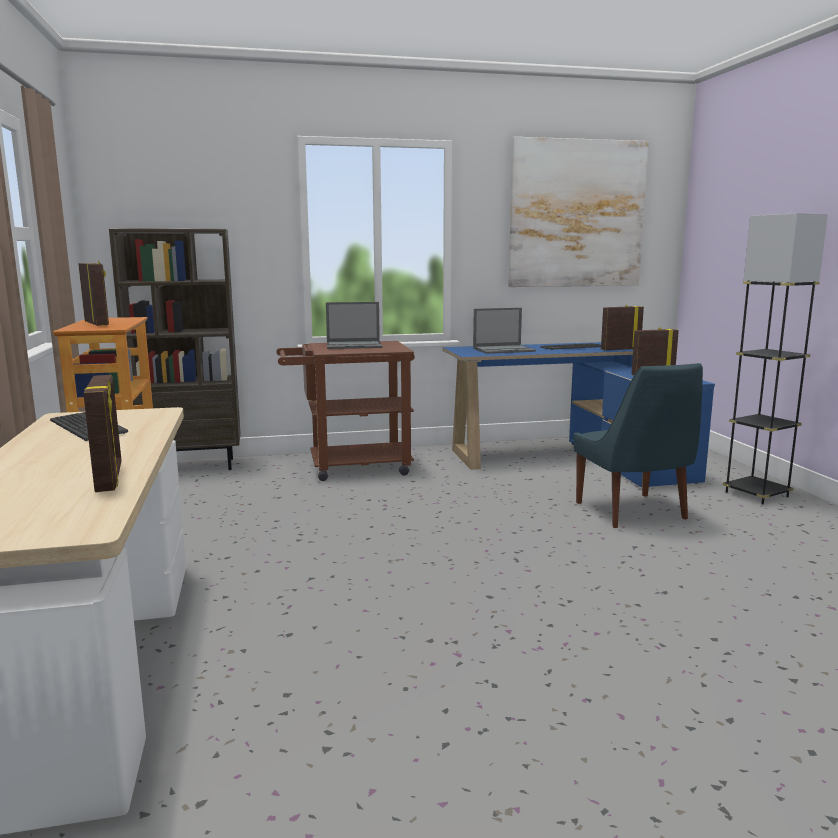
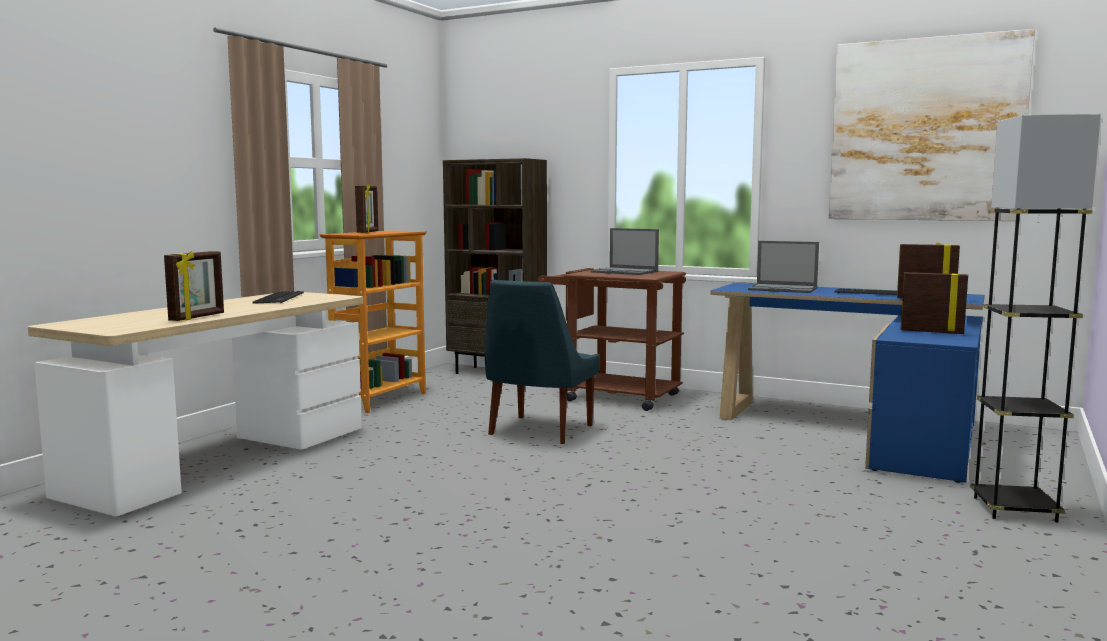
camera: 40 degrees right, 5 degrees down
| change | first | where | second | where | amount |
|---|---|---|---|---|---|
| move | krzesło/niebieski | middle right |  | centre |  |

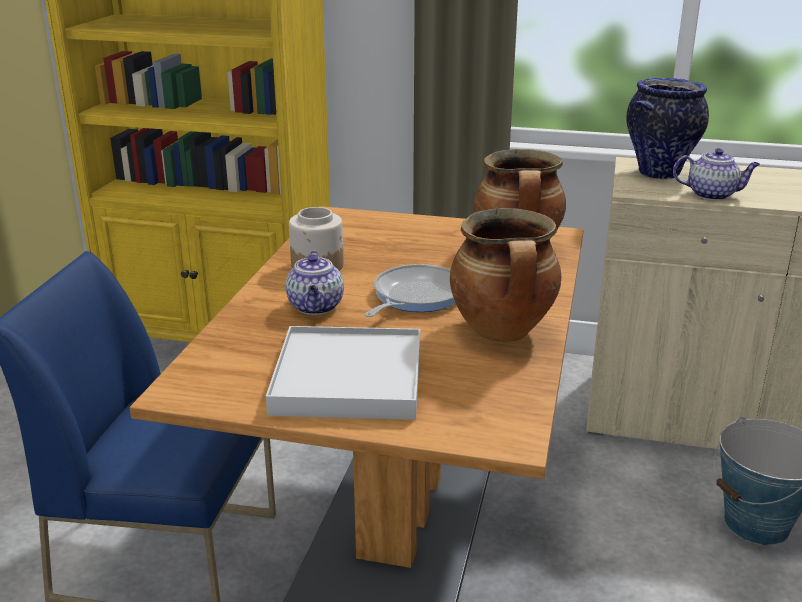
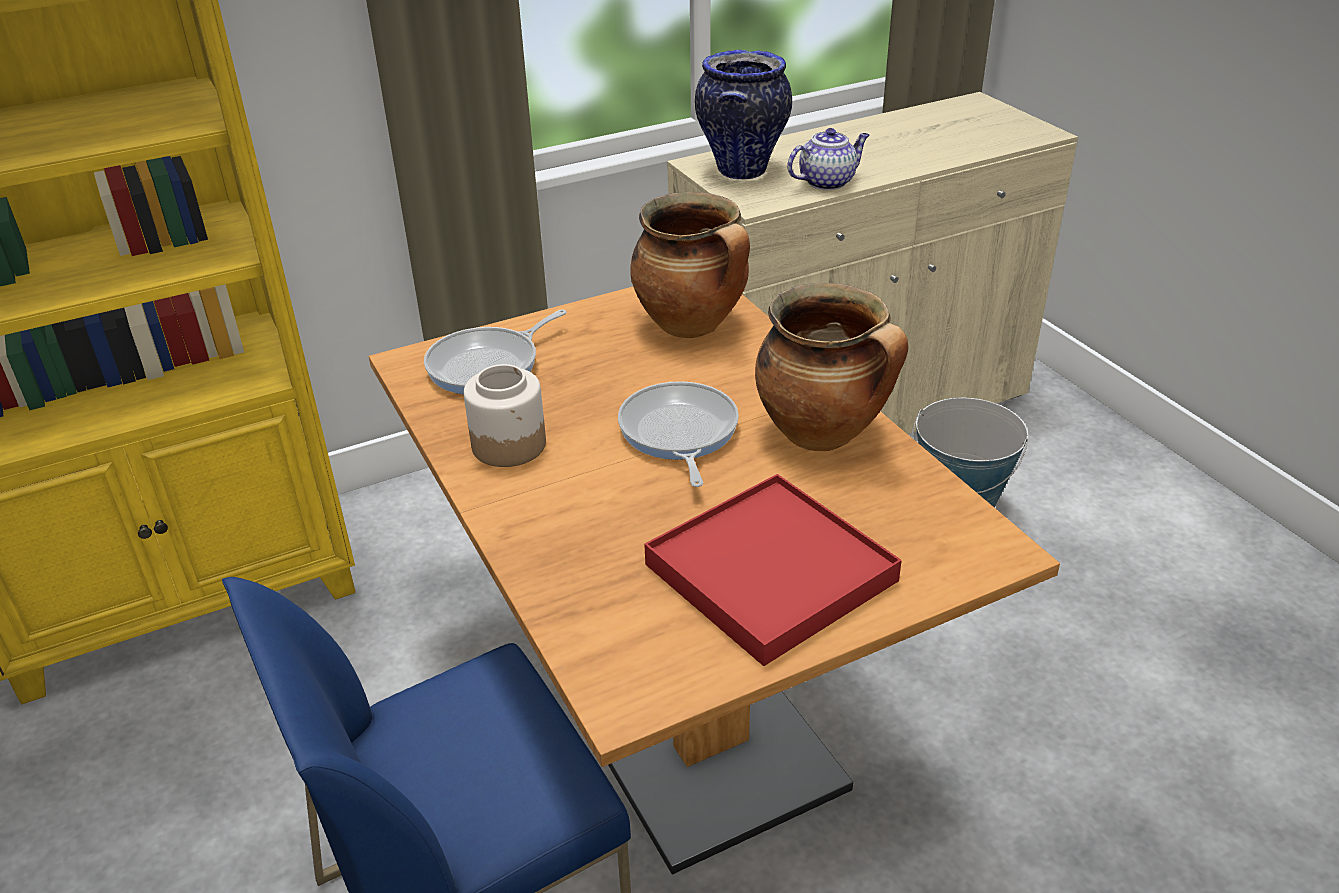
camera: 40 degrees left, 10 degrees up
| change | first | where | second | where | amount |
|---|---|---|---|---|---|
| delete | imbryk (1st from left) | centre |  |  |  |
| insert |  |  | patelnia (1st from left) | centre |  |
| recolor | taca/biały | centre | taca/czerwony | centre |  |

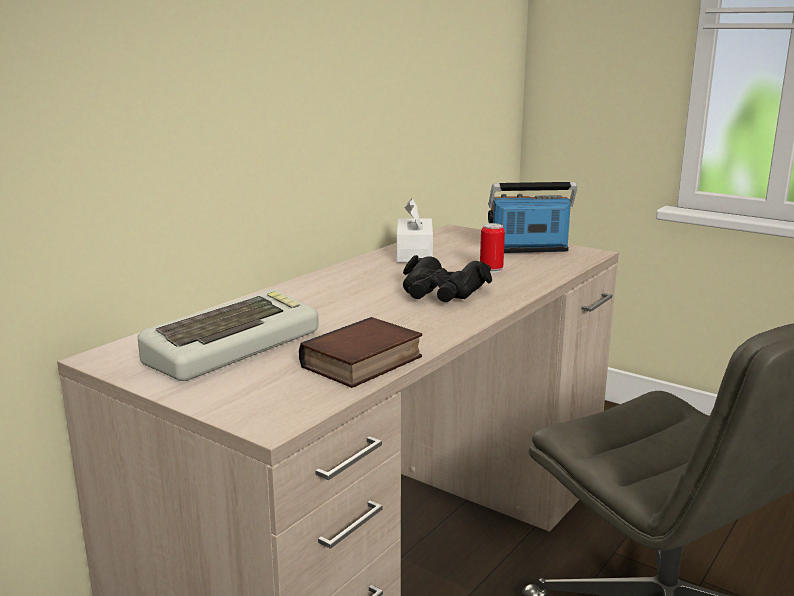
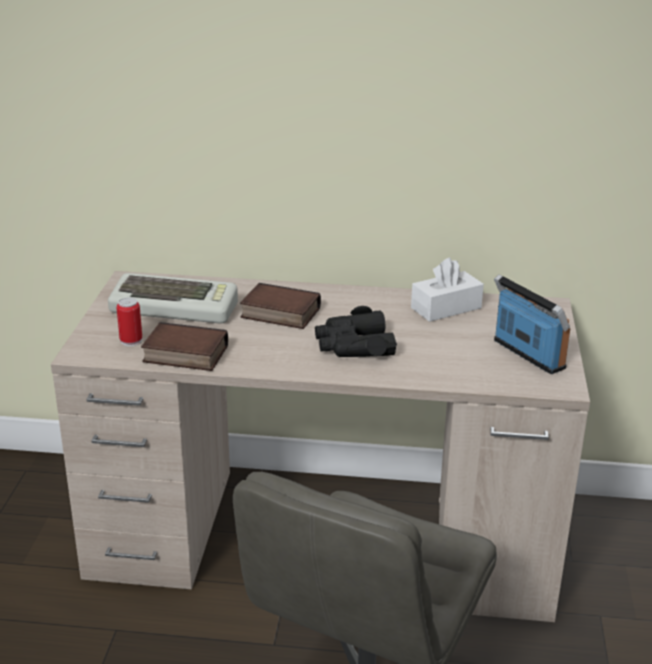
camera: 60 degrees right, 10 degrees up
| change | first | where | second | where | amount |
|---|---|---|---|---|---|
| insert |  |  | książka (2nd from left) | centre |  |
| move | puszka | centre |  | middle left |  |

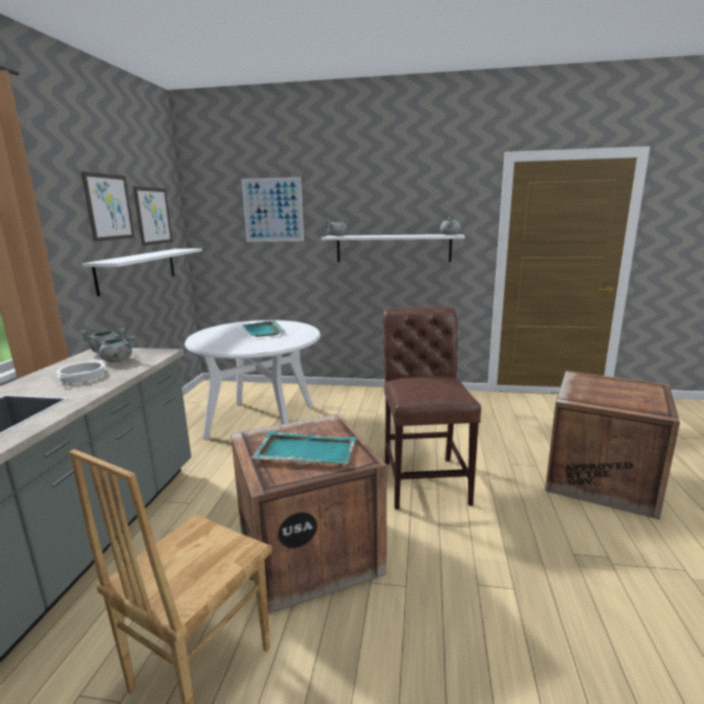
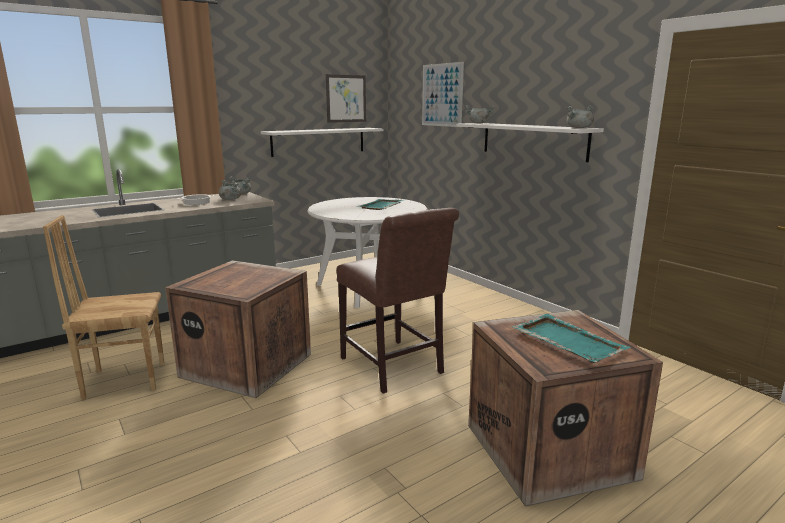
camera: 45 degrees right, 0 degrees up
| change | first | where | second | where | amount |
|---|---|---|---|---|---|
| delete | obraz (1st from left) | top left |  |  |  |
| move | taca/turkusowy (2nd from left) | centre |  | middle right |  |
| rotate | krzesło/brązowy (2nd from left) | centre |  | centre | 105 degrees clockwise |

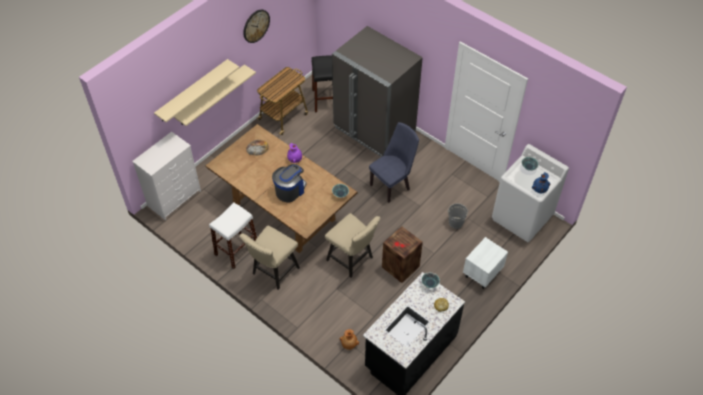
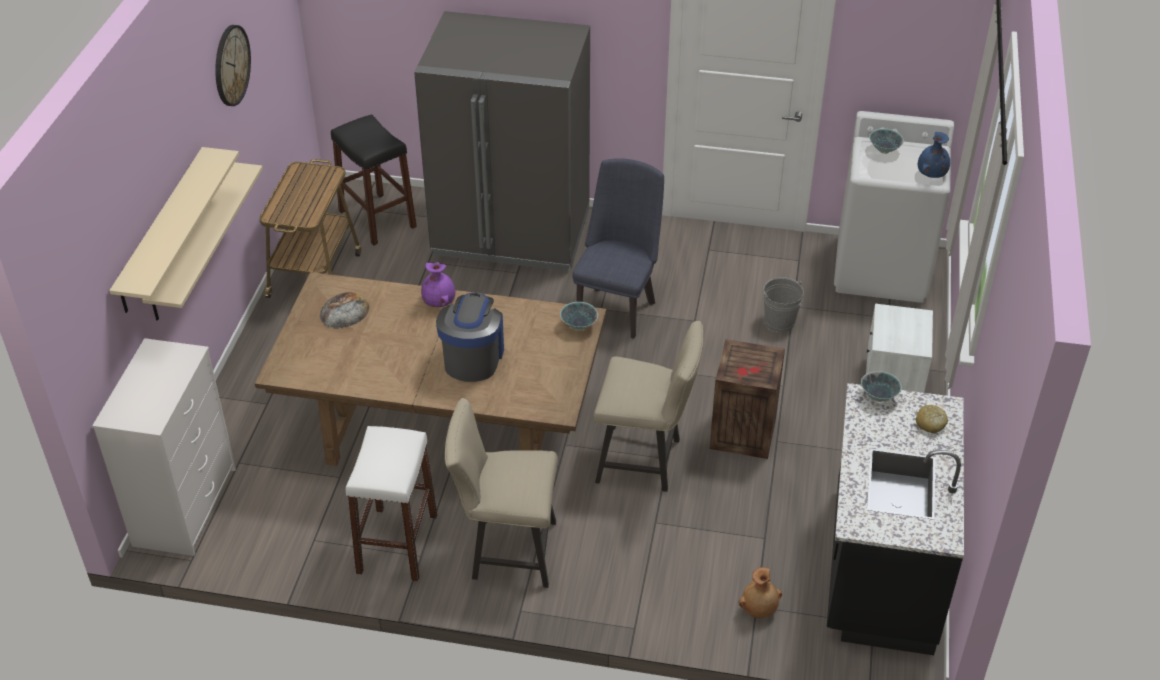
camera: 30 degrees left, 10 degrees down
| change | first | where | second | where | amount |
|---|---|---|---|---|---|
| rotate | krzesło/beżowy (1st from left) | centre |  | bottom centre | 90 degrees clockwise |

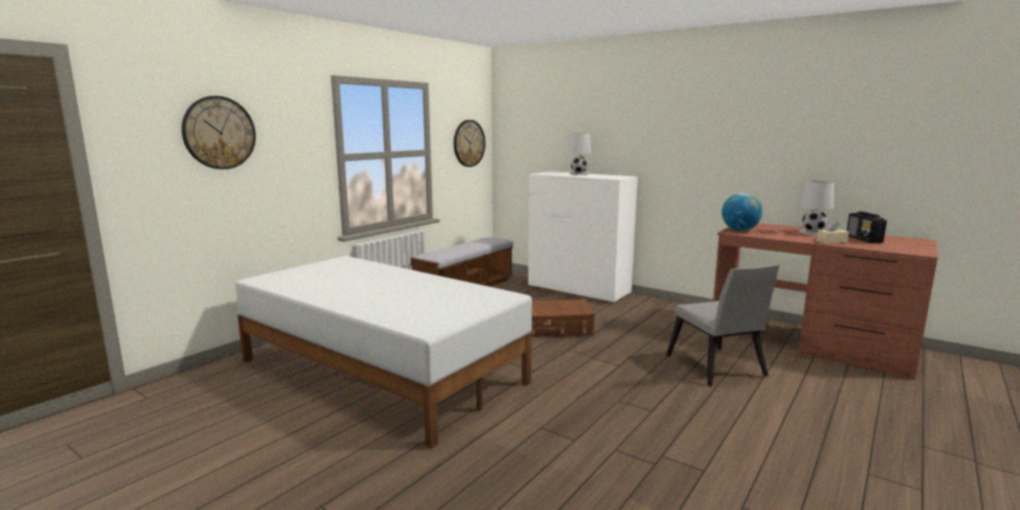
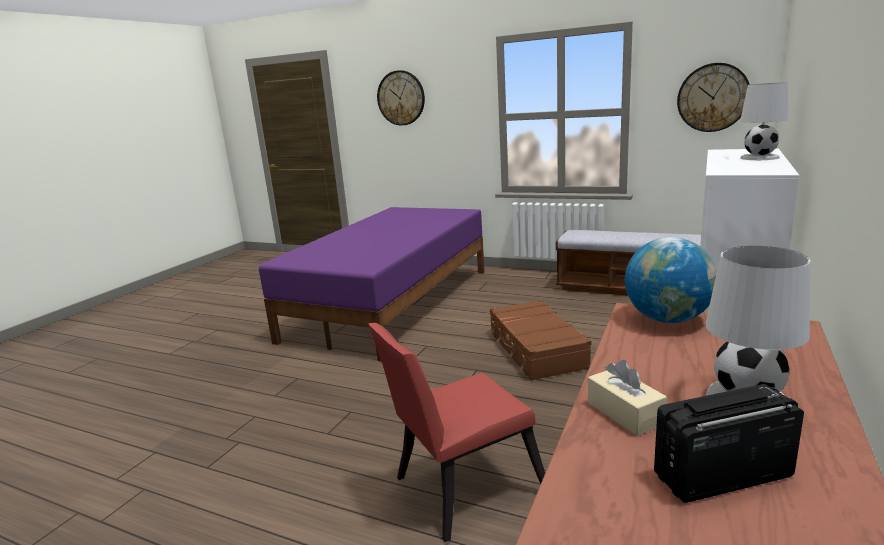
camera: 80 degrees right, 5 degrees up
| change | first | where | second | where | amount |
|---|---|---|---|---|---|
| recolor | łóżko/biały | bottom centre | łóżko/fioletowy | centre |  |
| recolor | krzesło/szary | middle right | krzesło/czerwony | bottom centre |  |

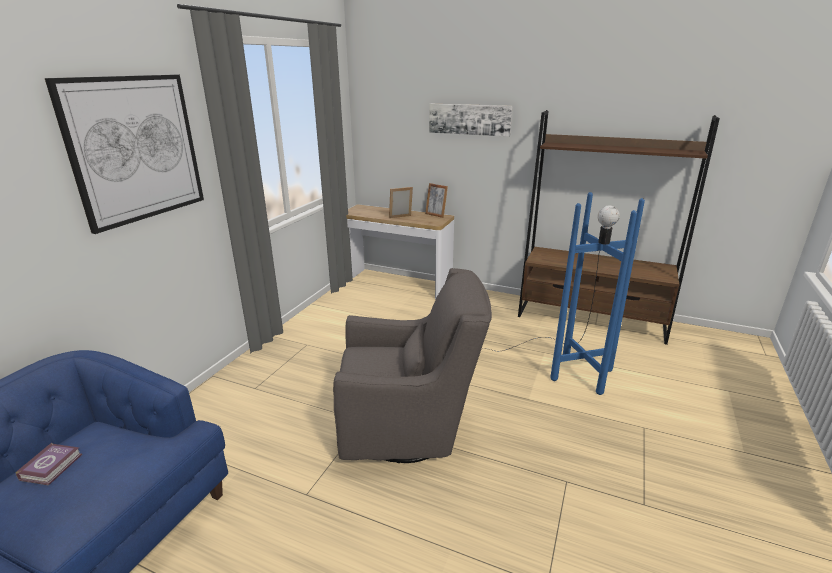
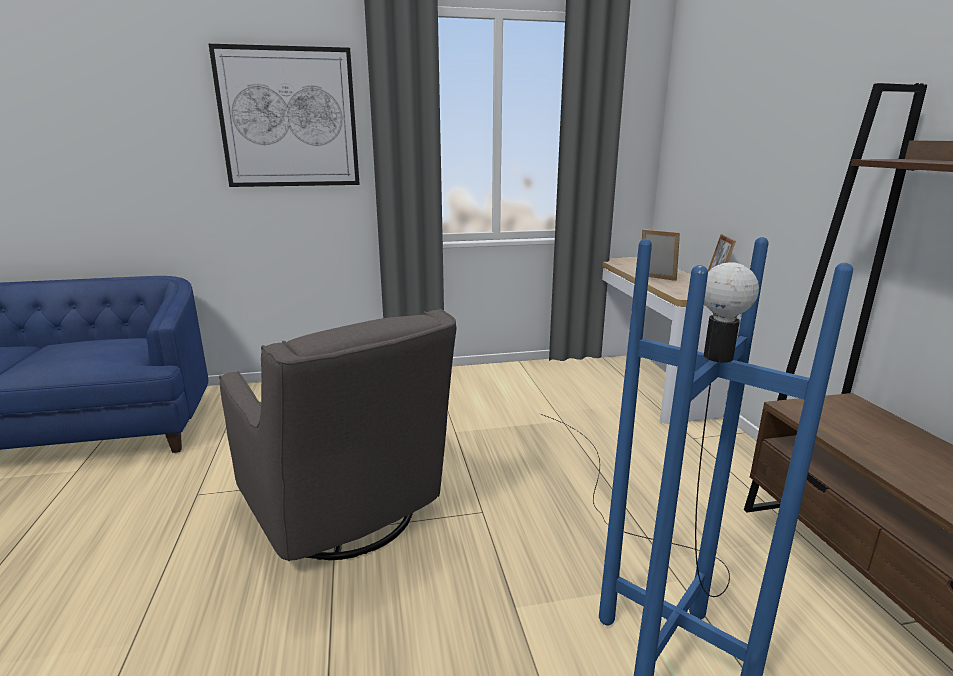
camera: 55 degrees right, 5 degrees down
| change | first | where | second | where | amount |
|---|---|---|---|---|---|
| delete | książka | bottom left |  |  |  |
| delete | obraz (2nd from left) | top centre |  |  |  |

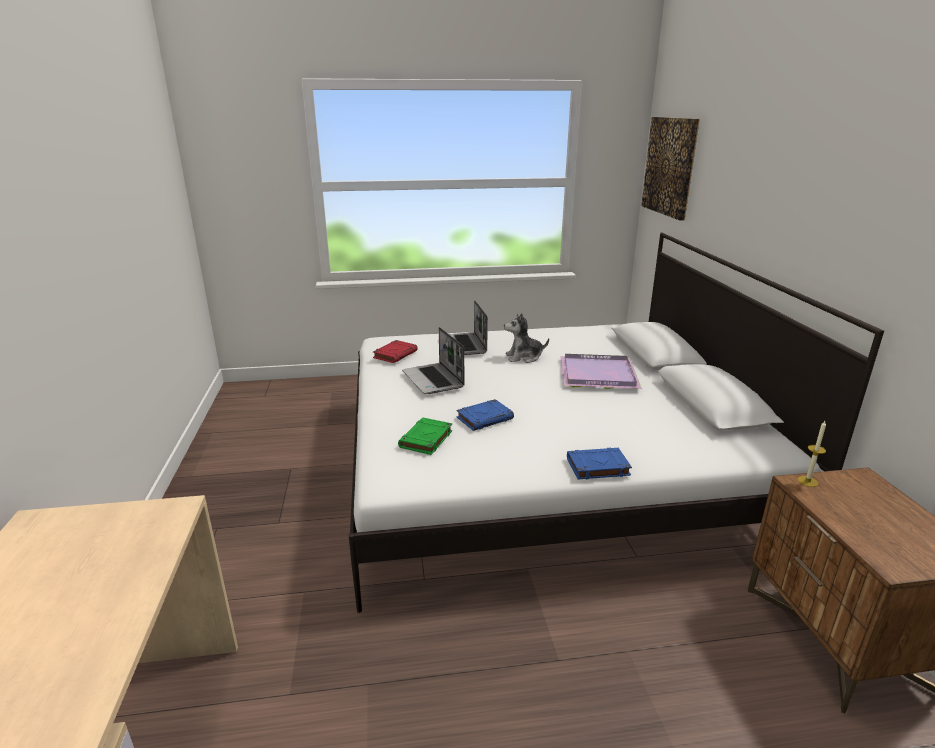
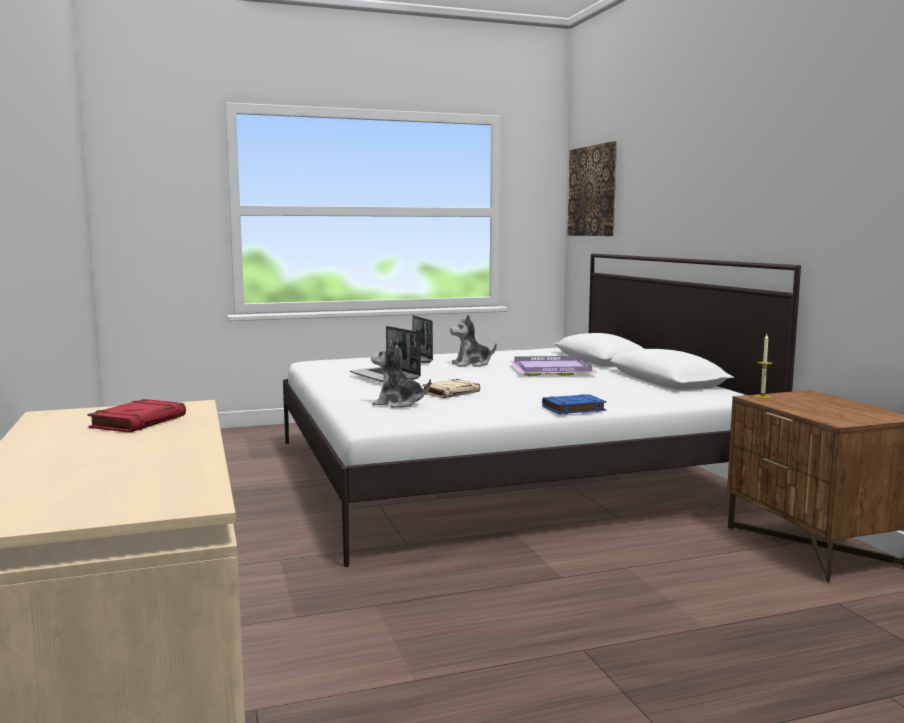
camera: 10 degrees left, 15 degrees down
| change | first | where | second | where | amount |
|---|---|---|---|---|---|
| move | książka/czerwony | centre |  | middle left |  |
| replace | książka/zielony | centre | pluszak (1st from left) | centre |  |
| recolor | książka/niebieski (1st from left) | centre | książka/beżowy | centre |  |

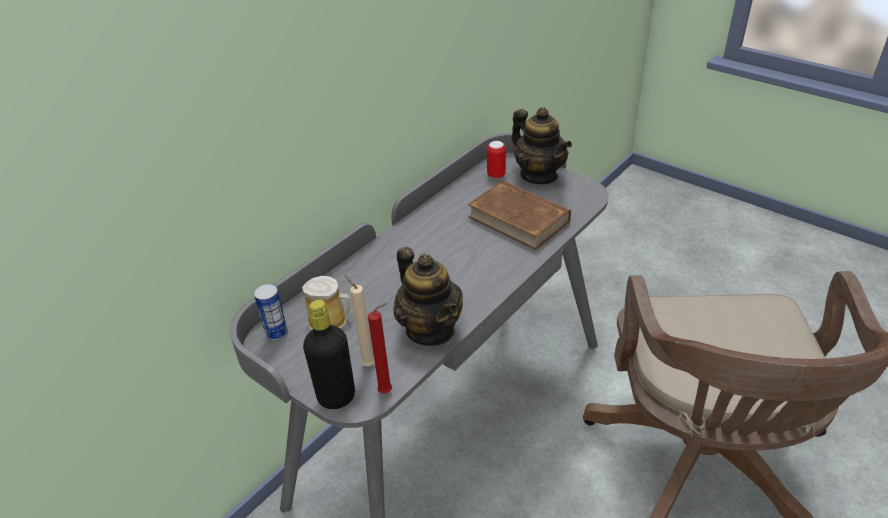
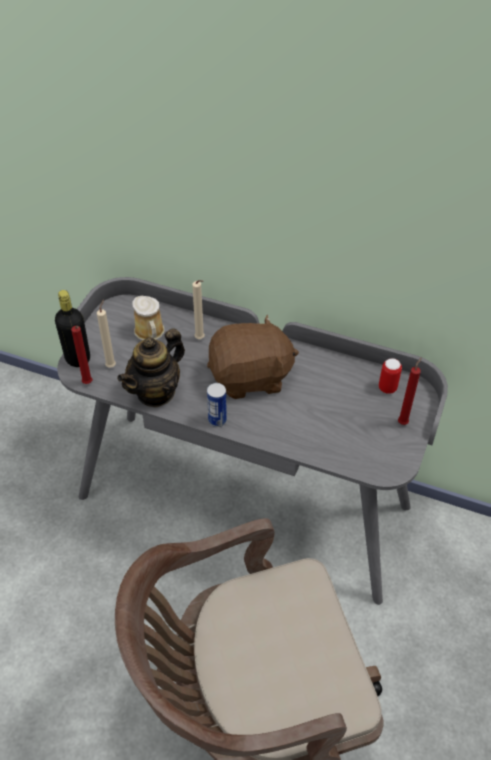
camera: 70 degrees right, 10 degrees up
| change | first | where | second | where | amount |
|---|---|---|---|---|---|
| delete | książka/brązowy | centre |  |  |  |
| insert |  |  | świeca/beżowy (2nd from left) | centre |  |
| insert |  |  | pluszak/brązowy | centre |  |
| move | puszka (1st from left) | middle left |  | centre |  |
| replace | imbryk (2nd from left) | top centre | świeca/czerwony (2nd from left) | middle right |  |

